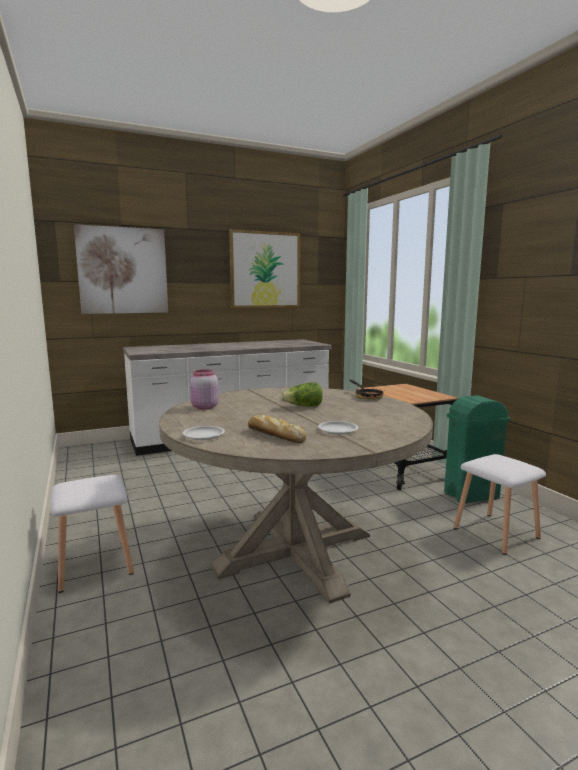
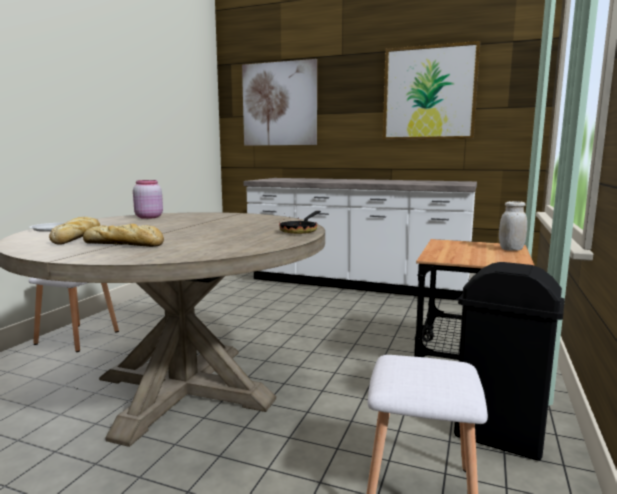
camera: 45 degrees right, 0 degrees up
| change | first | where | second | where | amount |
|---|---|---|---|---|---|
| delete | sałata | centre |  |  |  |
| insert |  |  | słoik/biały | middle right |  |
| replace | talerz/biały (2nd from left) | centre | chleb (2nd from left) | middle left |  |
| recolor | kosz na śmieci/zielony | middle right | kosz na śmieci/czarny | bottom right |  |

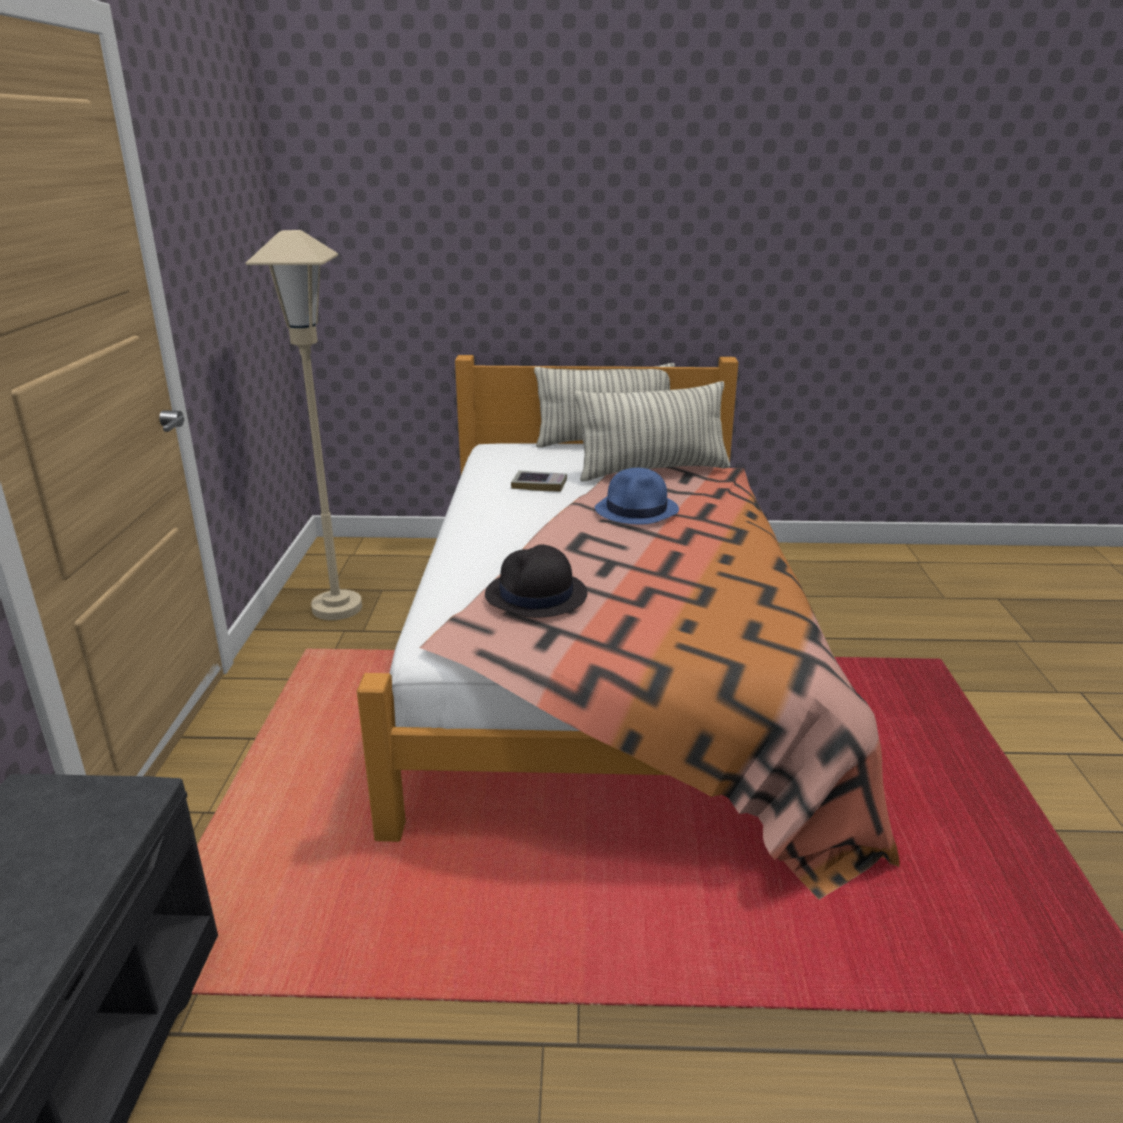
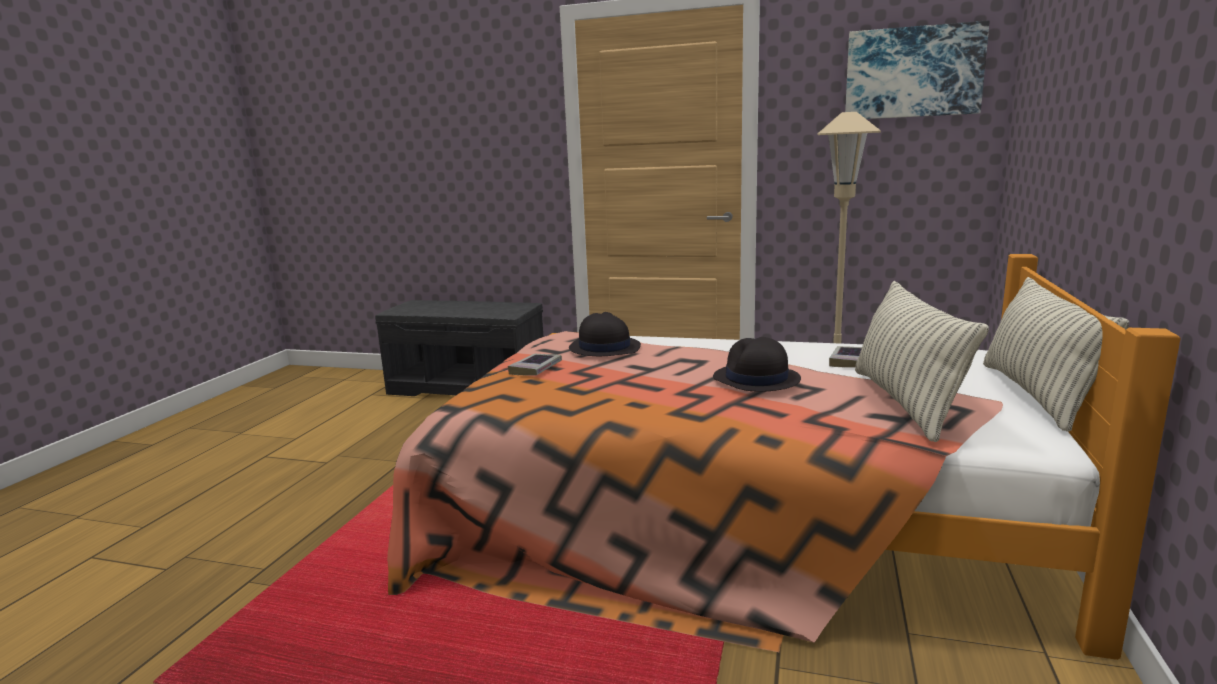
camera: 105 degrees right, 10 degrees down
| change | first | where | second | where | amount |
|---|---|---|---|---|---|
| insert |  |  | książka (1st from left) | centre |  |
| insert |  |  | obraz | top right |  |
| recolor | kapelusz/niebieski | centre | kapelusz/czarny (2nd from left) | centre |  |

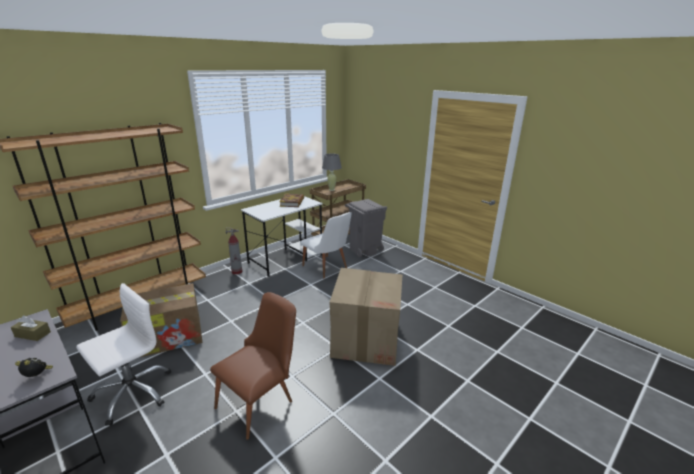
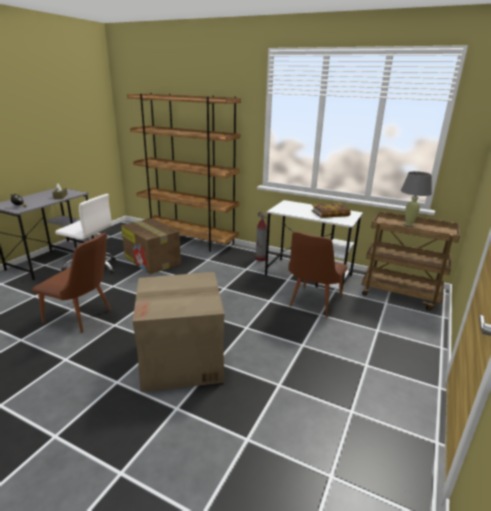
camera: 70 degrees right, 0 degrees up
| change | first | where | second | where | amount |
|---|---|---|---|---|---|
| delete | kosz na śmieci/szary | centre |  |  |  |
| recolor | krzesło/biały | centre | krzesło/brązowy (2nd from left) | centre |  |

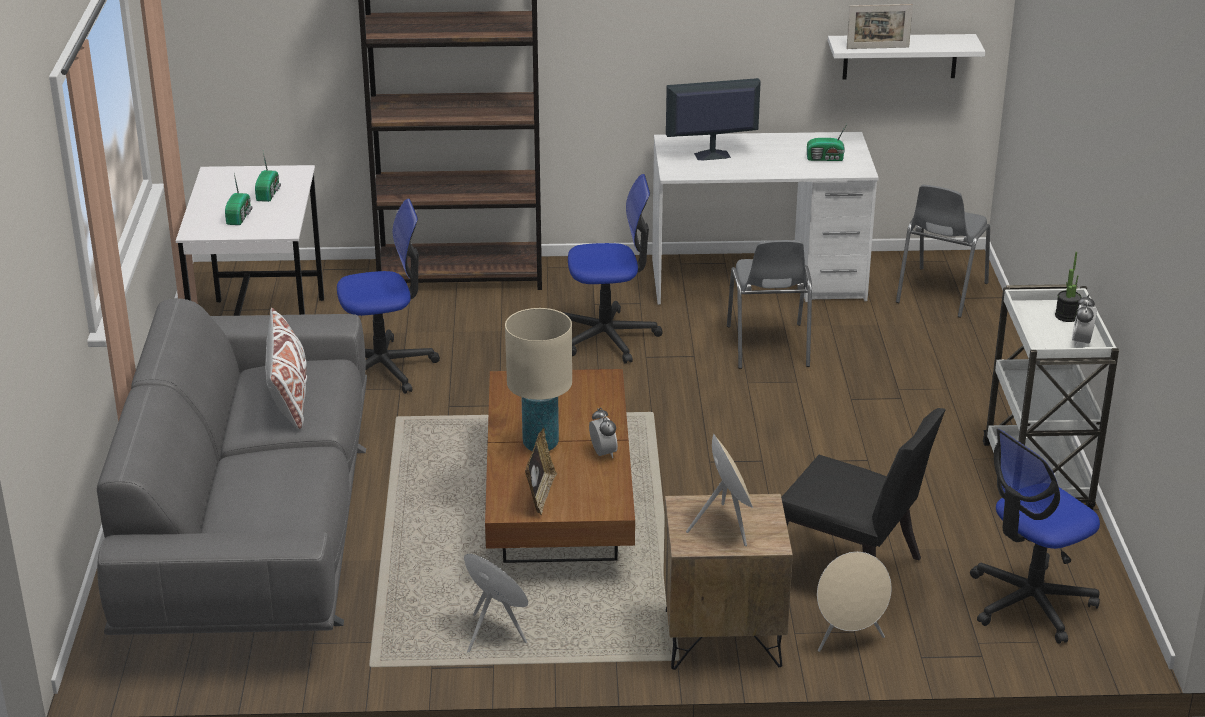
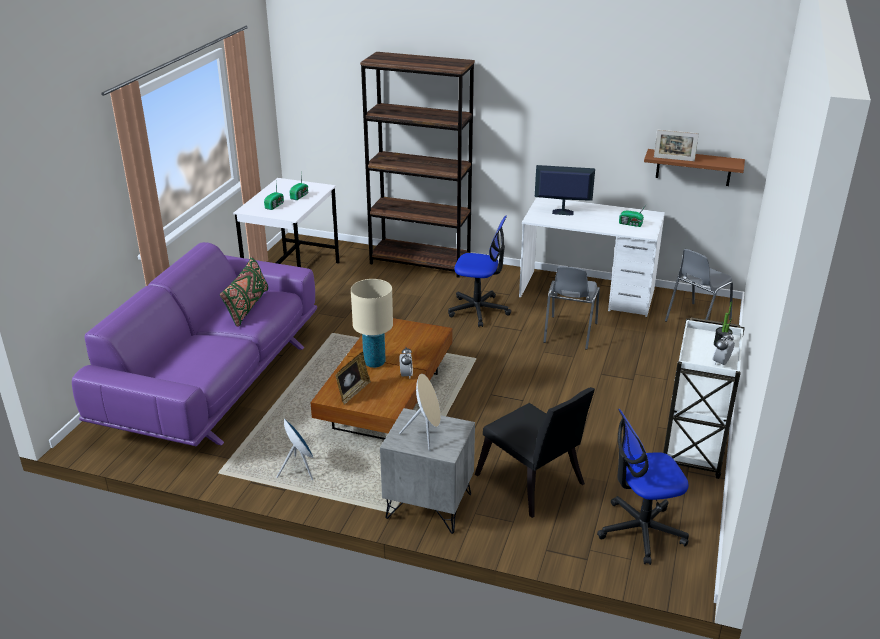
camera: 20 degrees right, 0 degrees up
| change | first | where | second | where | amount |
|---|---|---|---|---|---|
| delete | krzesło biurowe (1st from left) | middle left |  |  |  |
| delete | głośnik/beżowy (2nd from left) | bottom right |  |  |  |
| recolor | kanapa/szary | middle left | kanapa/fioletowy | middle left |  |
| recolor | poduszka/biały | middle left | poduszka/zielony | middle left |  |
| recolor | szafka nocna/brązowy | bottom centre | szafka nocna/szary | bottom centre |  |
| recolor | półka/biały | top right | półka/brązowy | top right |  |

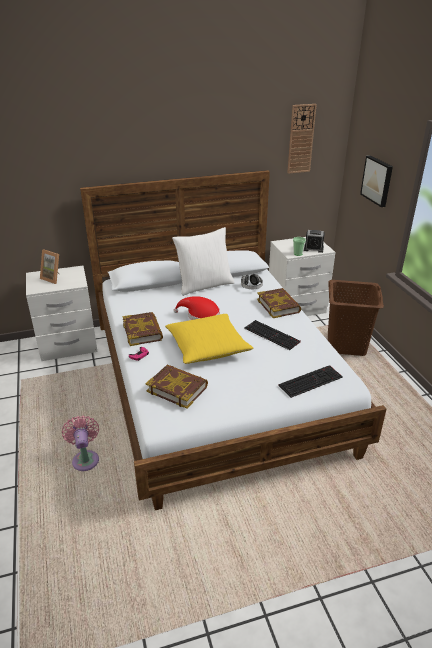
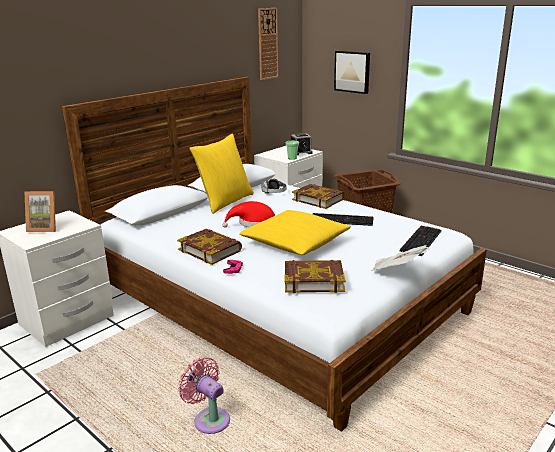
camera: 30 degrees left, 10 degrees down
| change | first | where | second | where | amount |
|---|---|---|---|---|---|
| insert |  |  | gazeta | middle right |  |
| recolor | poduszka/biały | centre | poduszka/żółty (1st from left) | centre |  |

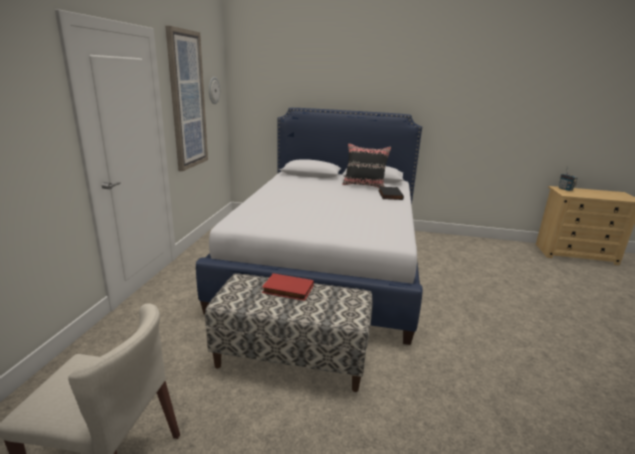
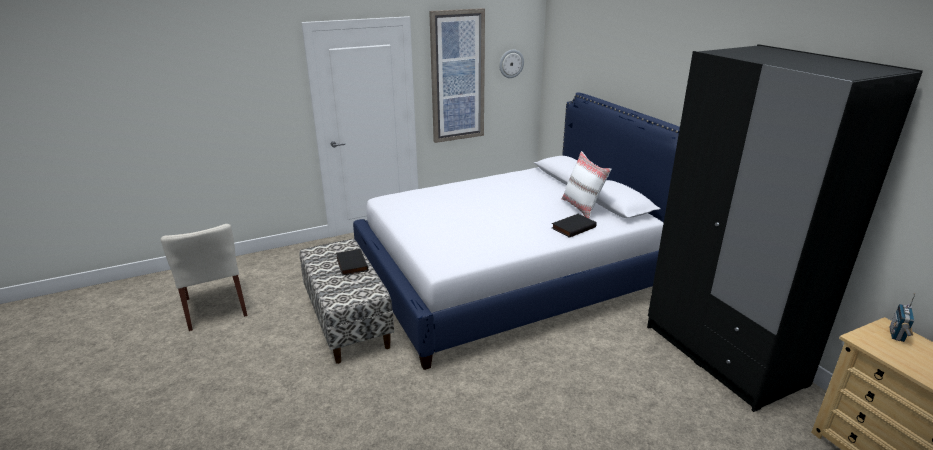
camera: 55 degrees right, 5 degrees up
| change | first | where | second | where | amount |
|---|---|---|---|---|---|
| insert |  |  | szafa/czarny | middle right |  |
| recolor | książka/czerwony | centre | książka/czarny (1st from left) | centre |  |
| recolor | poduszka/czarny | centre | poduszka/biały | centre |  |

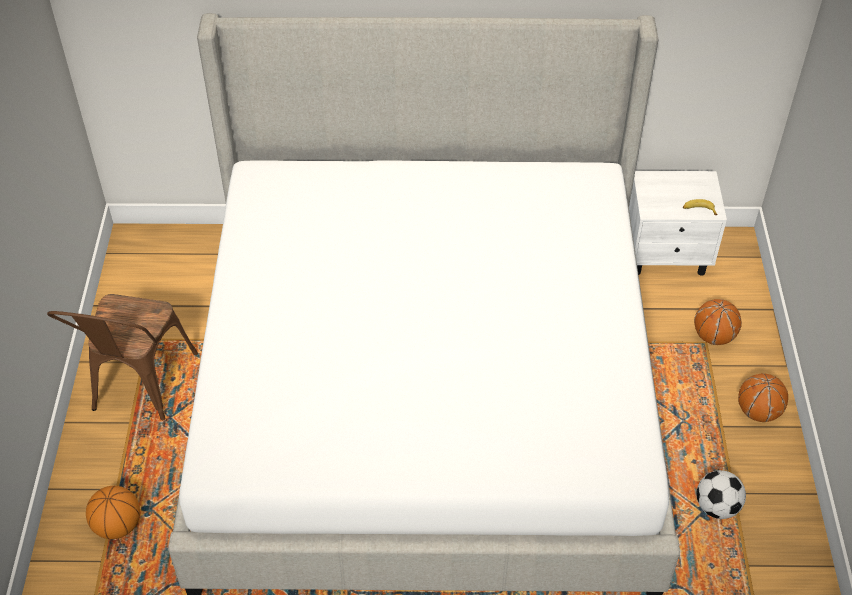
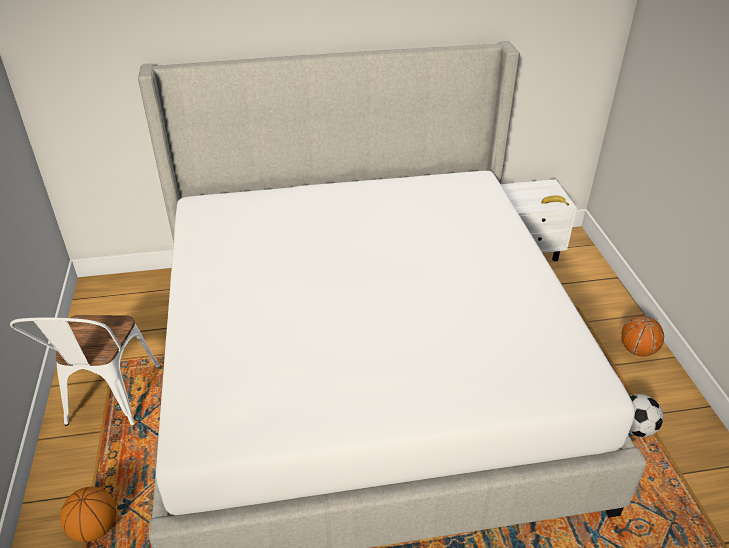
camera: 10 degrees left, 10 degrees down
| change | first | where | second | where | amount |
|---|---|---|---|---|---|
| delete | piłka do koszykówki (2nd from left) | middle right |  |  |  |
| recolor | krzesło/brązowy | middle left | krzesło/biały | bottom left |  |

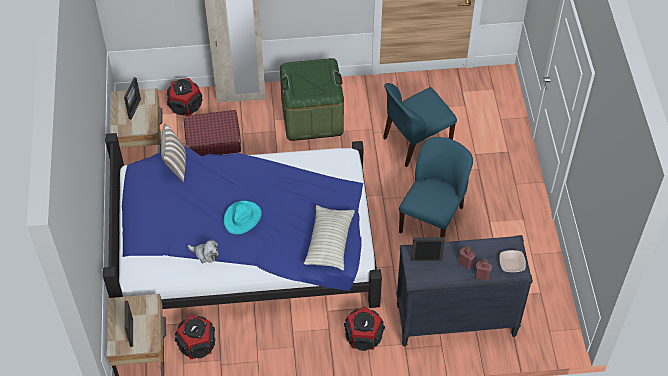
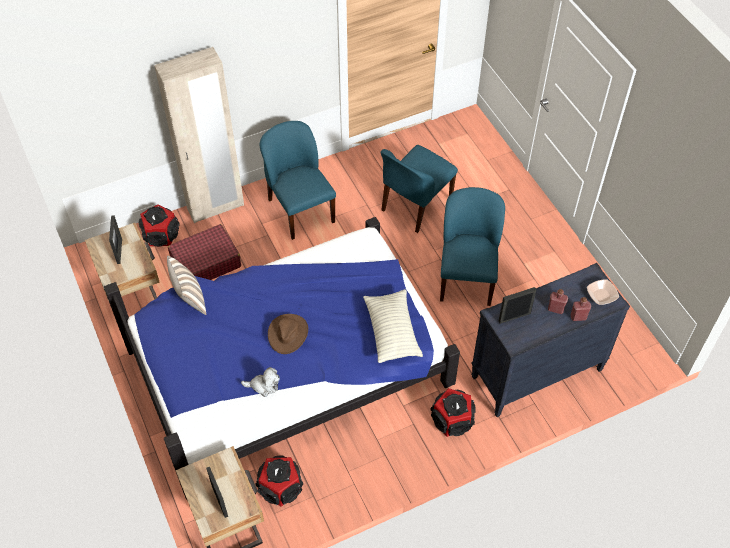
camera: 20 degrees left, 0 degrees up
| change | first | where | second | where | amount |
|---|---|---|---|---|---|
| replace | pojemnik do przechowywania/zielony | top centre | krzesło/niebieski (1st from left) | top centre |  |
| recolor | kapelusz/turkusowy | centre | kapelusz/brązowy | centre |  |

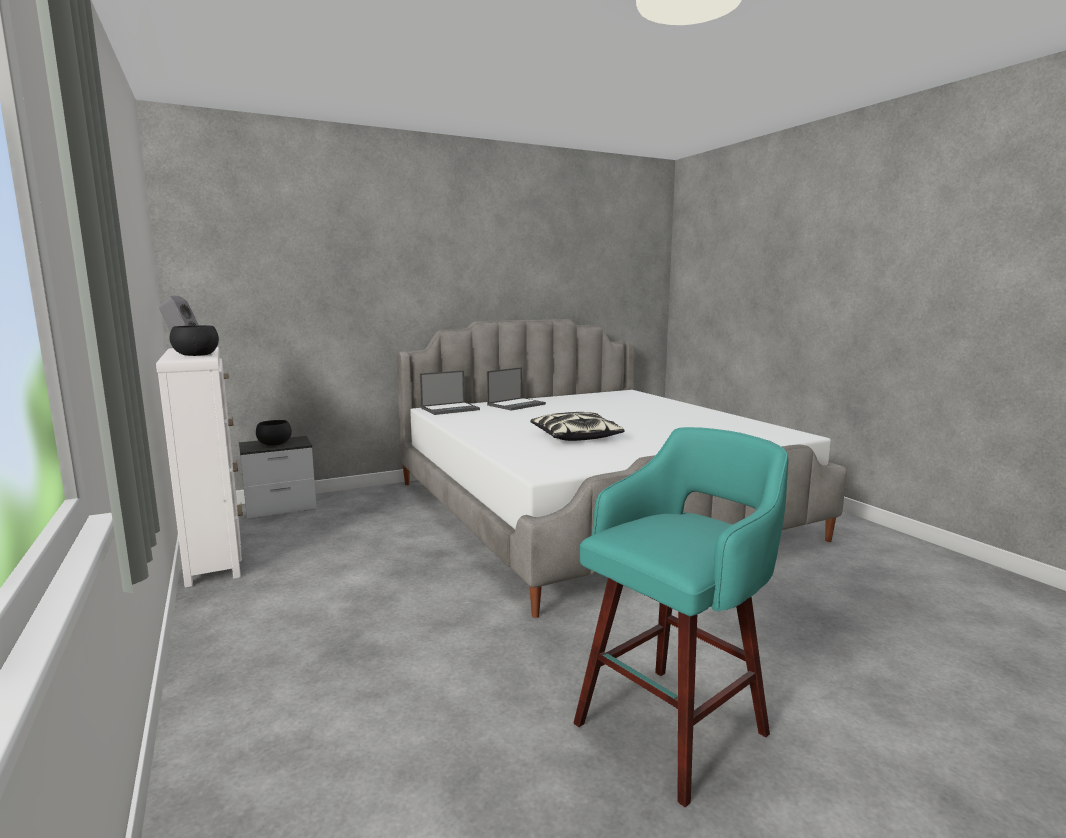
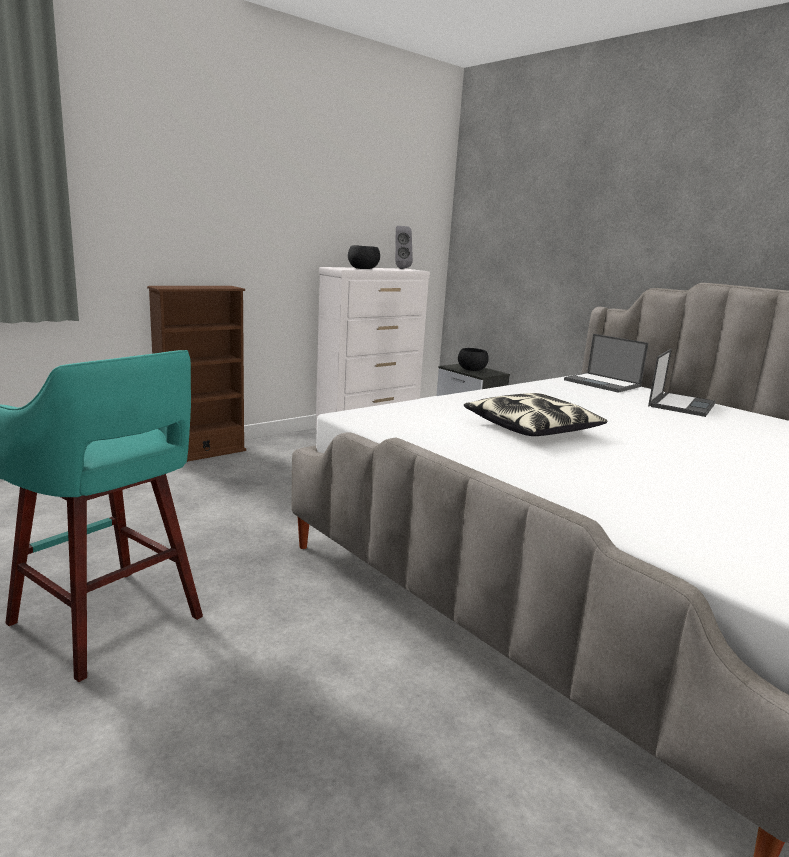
camera: 75 degrees right, 5 degrees up
| change | first | where | second | where | amount |
|---|---|---|---|---|---|
| insert |  |  | regał/brązowy | middle left |  |
| rotate | laptop (2nd from left) | centre |  | middle right | 90 degrees counterclockwise |

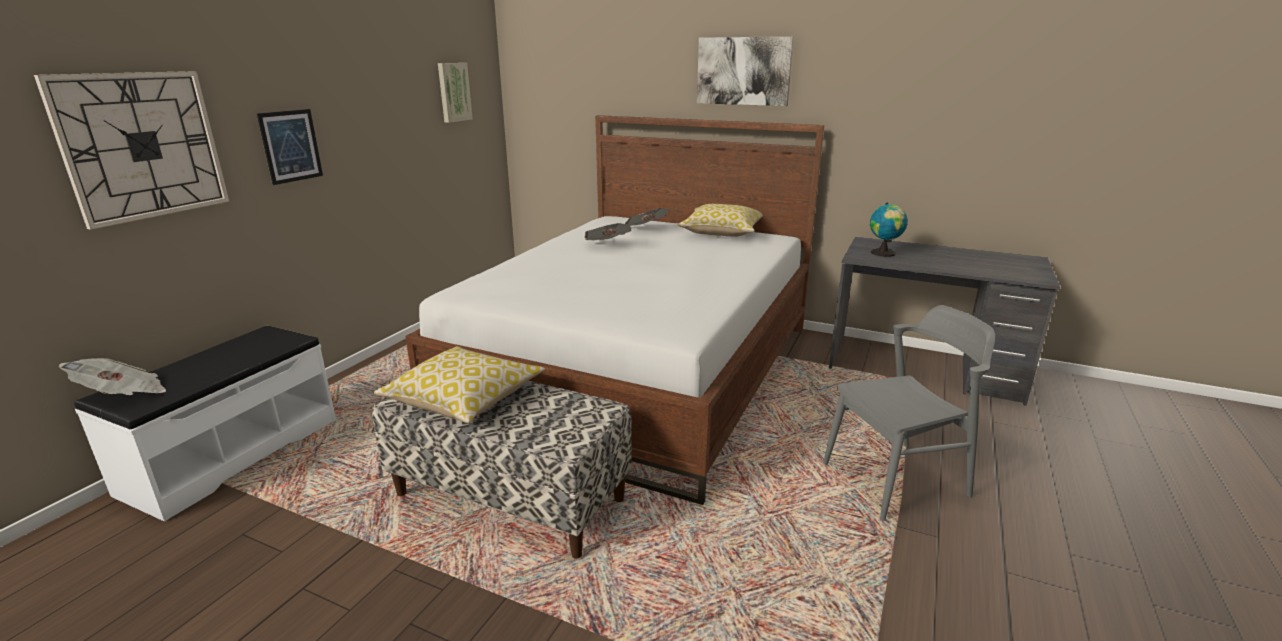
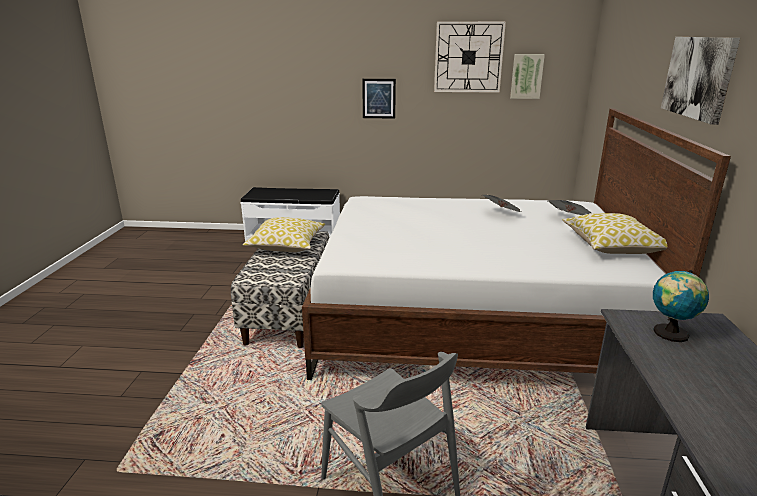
camera: 70 degrees right, 0 degrees up
| change | first | where | second | where | amount |
|---|---|---|---|---|---|
| delete | gazeta (1st from left) | middle left |  |  |  |
| move | zegar ścienny | top left |  | top centre |  |

